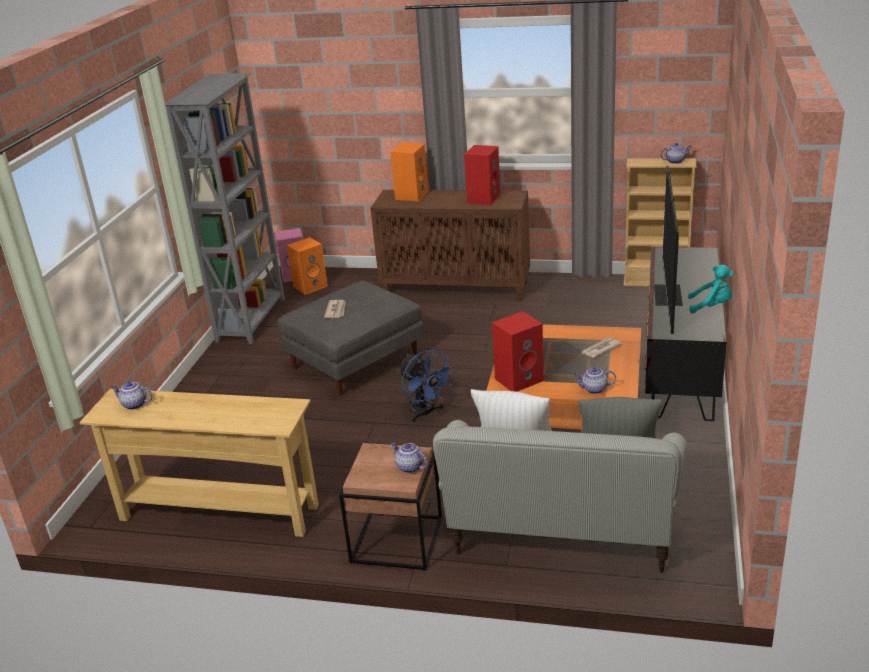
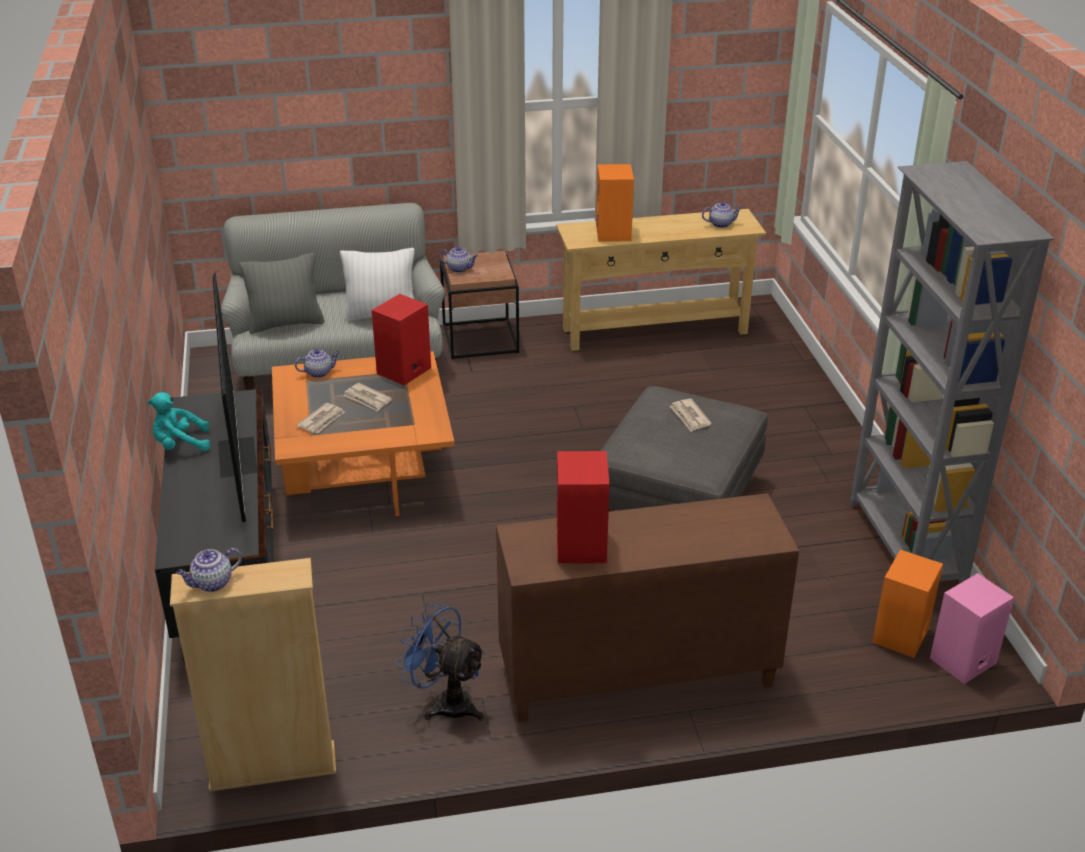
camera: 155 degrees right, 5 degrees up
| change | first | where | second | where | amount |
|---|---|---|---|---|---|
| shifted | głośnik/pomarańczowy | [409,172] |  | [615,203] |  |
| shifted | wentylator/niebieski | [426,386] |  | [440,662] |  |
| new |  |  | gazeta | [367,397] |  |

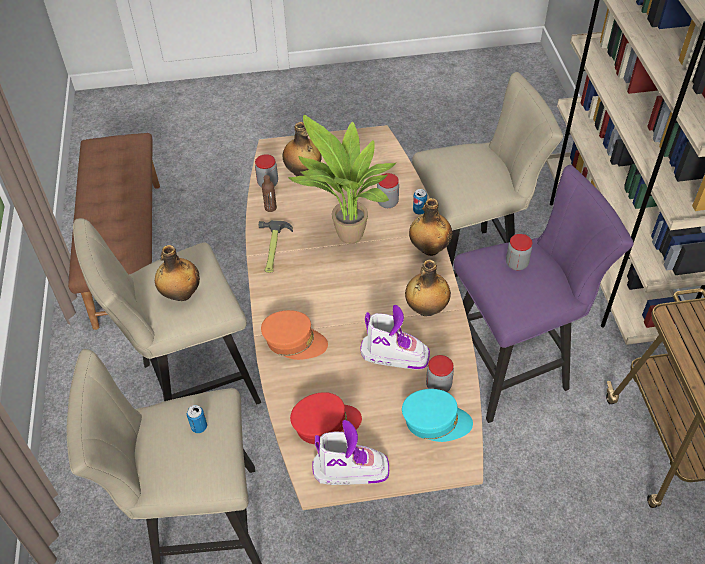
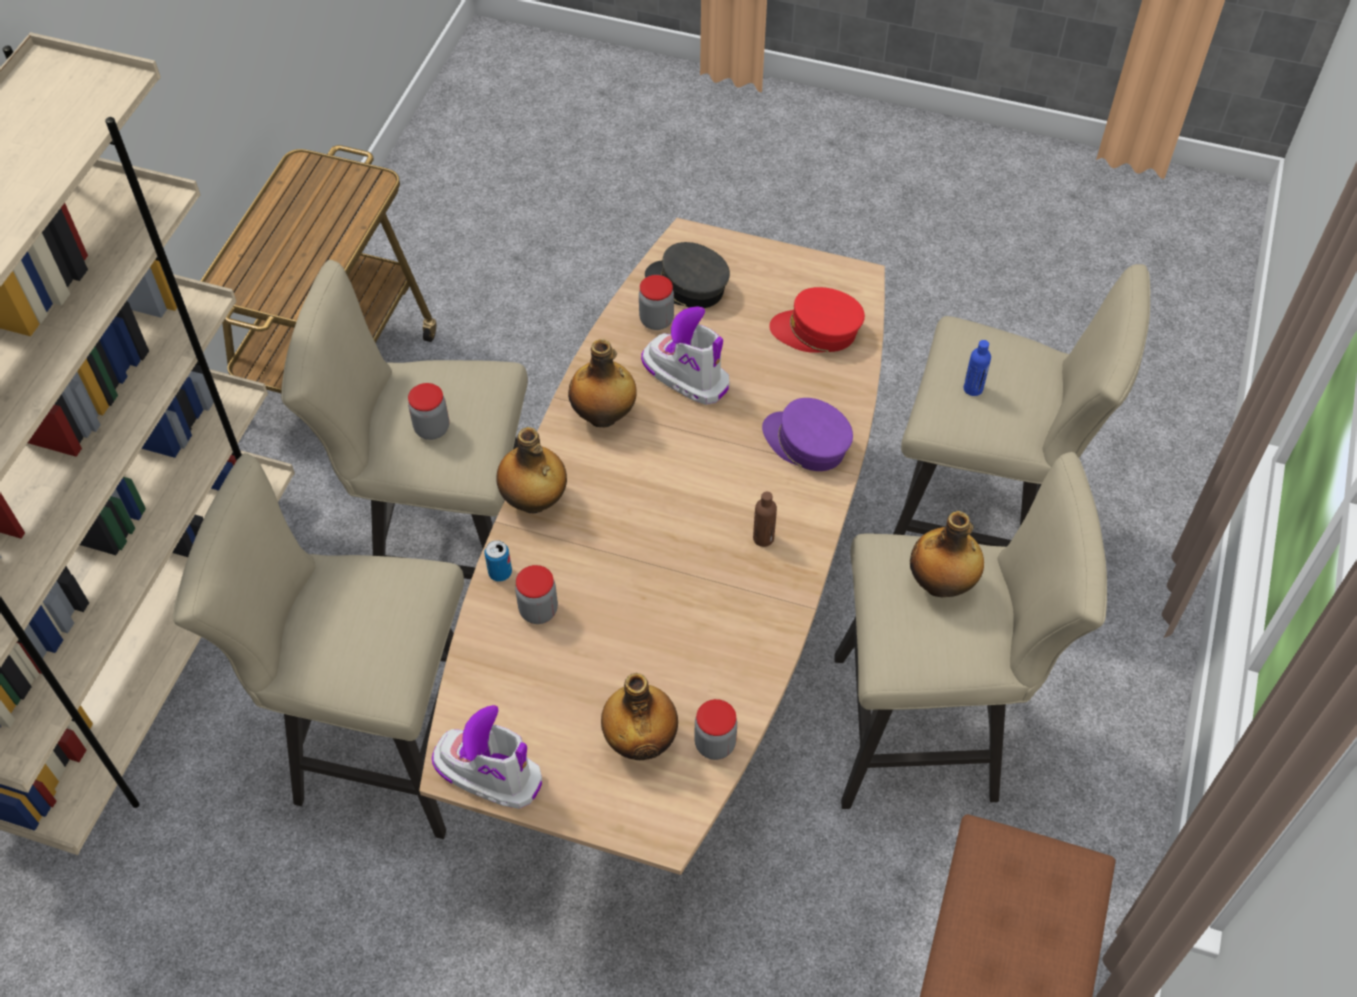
camera: 155 degrees left, 5 degrees up
| change | first | where | second | where | amount |
|---|---|---|---|---|---|
| gone | roślina doniczkowa | [342,179] |  |  |  |
| repainted | stołek/fioletowy | [544,294] | stołek/beżowy | [404,419] |  |
| shifted | butelka/brązowy | [269,193] |  | [765,519] |  |
| gone | młotek | [276,246] |  |  |  |
| repainted | czapka z daszkiem/pomarańczowy | [294,335] | czapka z daszkiem/fioletowy | [807,434] |  |
| repainted | czapka z daszkiem/turkusowy | [437,415] | czapka z daszkiem/szary | [687,275] |  |
| swapped | puszka | [197,419] | butelka/niebieski | [977,368] |  |
| shifted | but z cholewką | [350,452] |  | [487,757] |  |

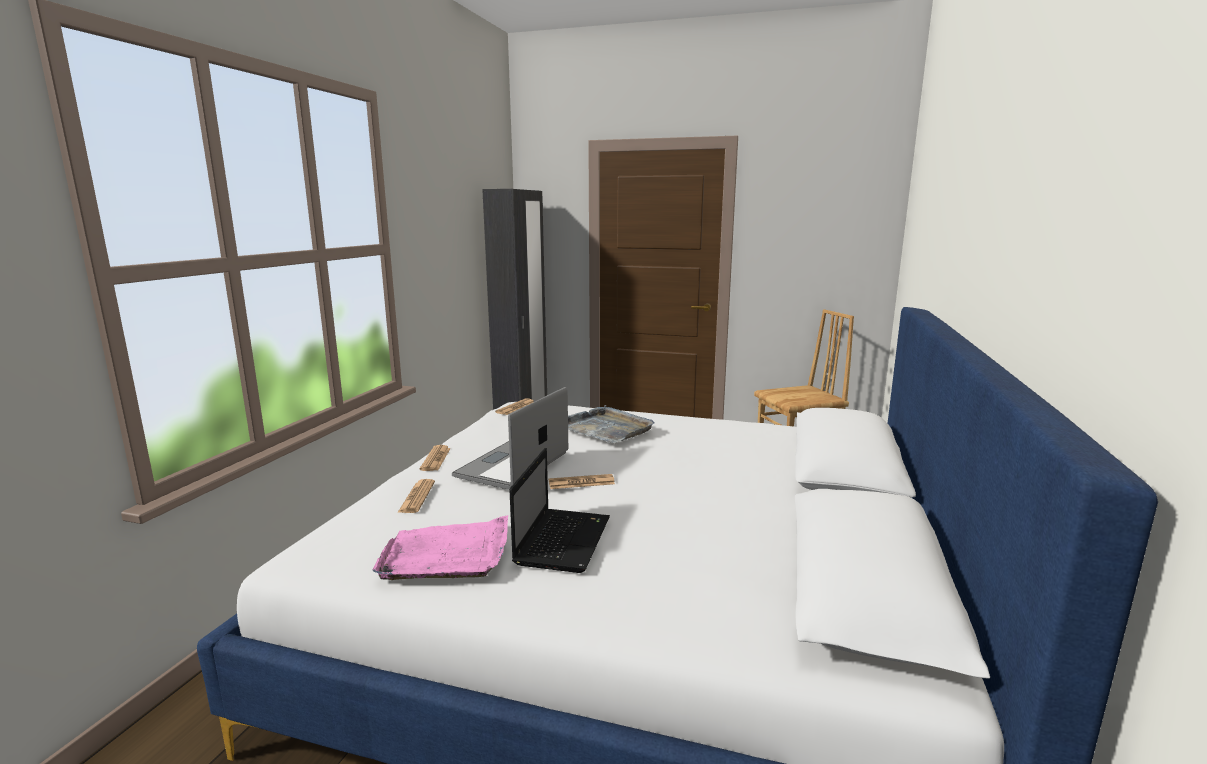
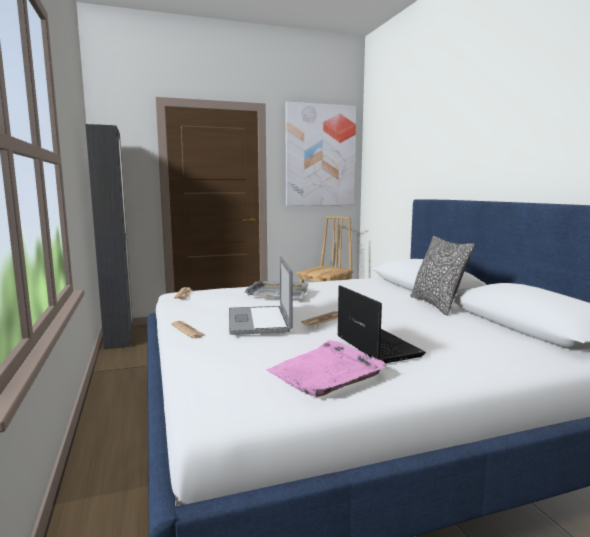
camera: 35 degrees left, 5 degrees down
| change | first | where | second | where | amount |
|---|---|---|---|---|---|
| gone | gazeta | [416,496] |  |  |  |
| new |  |  | obraz | [320,154] |  |
| new |  |  | poduszka | [442,275] |  |

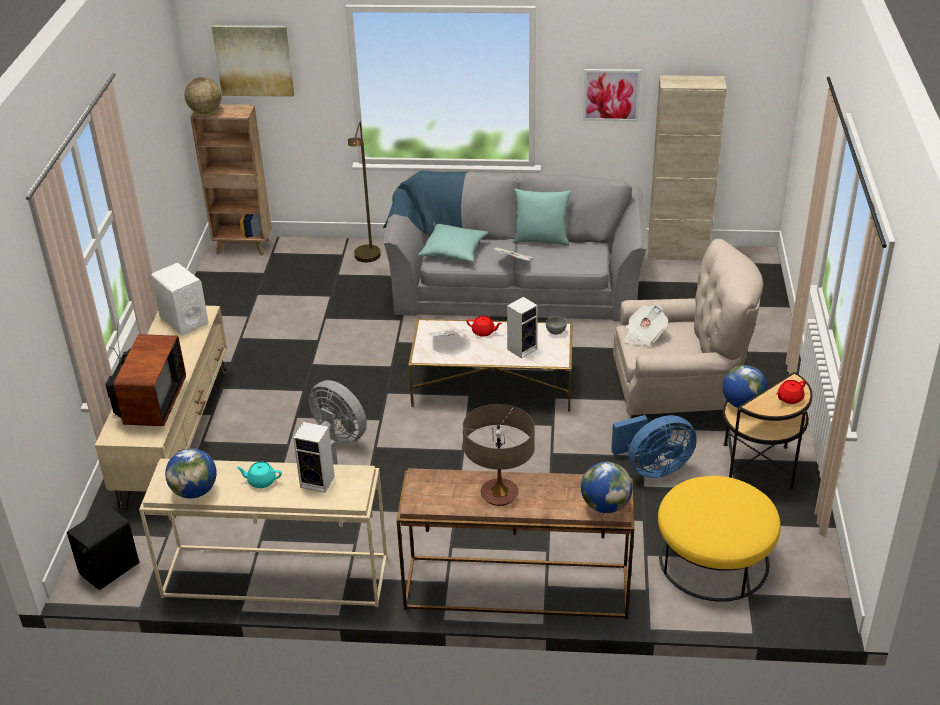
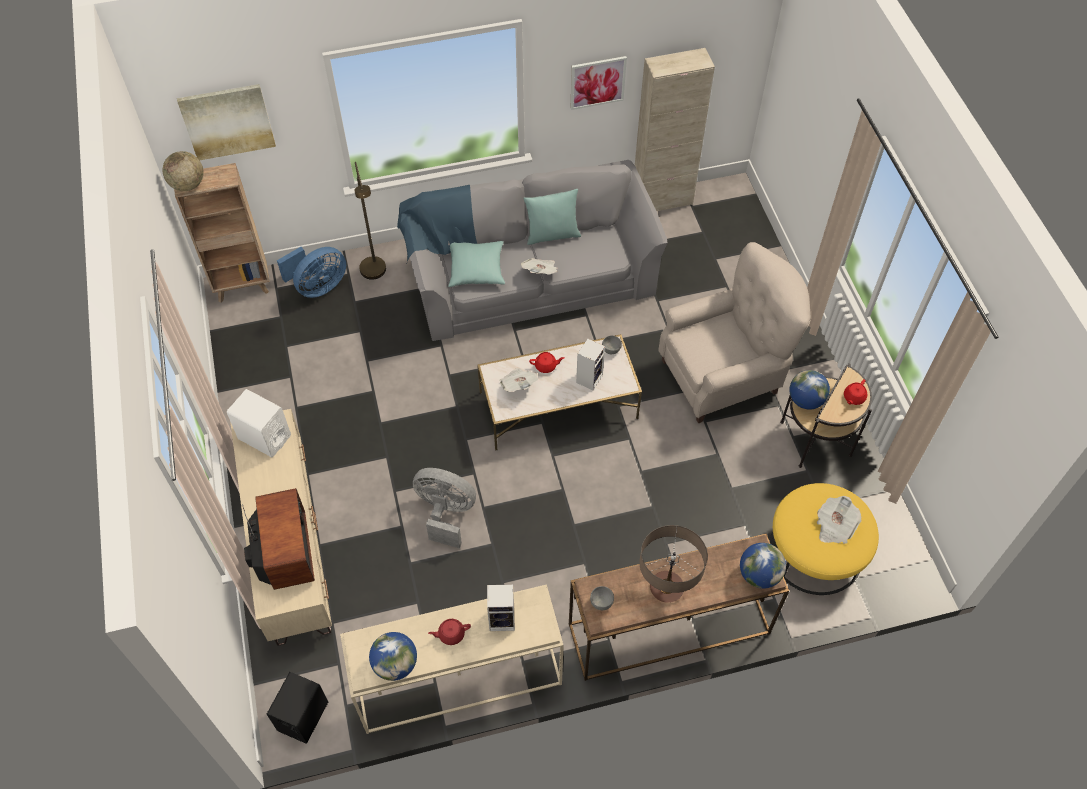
camera: 20 degrees left, 20 degrees up
| change | first | where | second | where | amount |
|---|---|---|---|---|---|
| shifted | gazeta | [646,325] |  | [839,520] |  |
| shifted | wentylator/niebieski | [654,446] |  | [311,272] |  |
| repainted | imbryk/turkusowy | [259,475] | imbryk/czerwony | [449,632] |  |
| new |  |  | miska/szary | [602,598] |  |

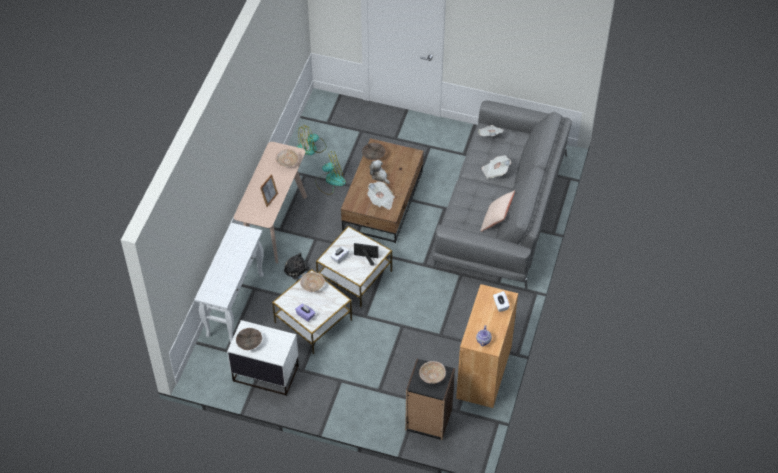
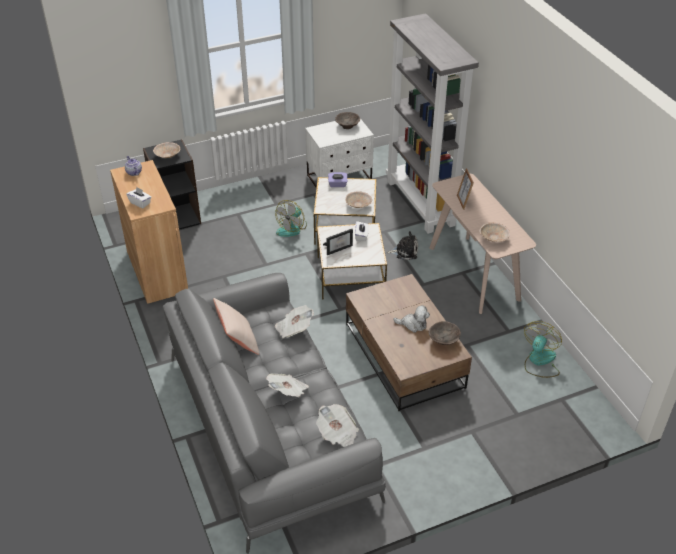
camera: 140 degrees right, 10 degrees down
| change | first | where | second | where | amount |
|---|---|---|---|---|---|
| shifted | wentylator | [330,173] |  | [291,218] |  |
| shifted | gazeta | [381,195] |  | [294,322] |  |
| swapped | stolik konsolowy/biały | [229,283] | regał/szary | [432,123] |  |

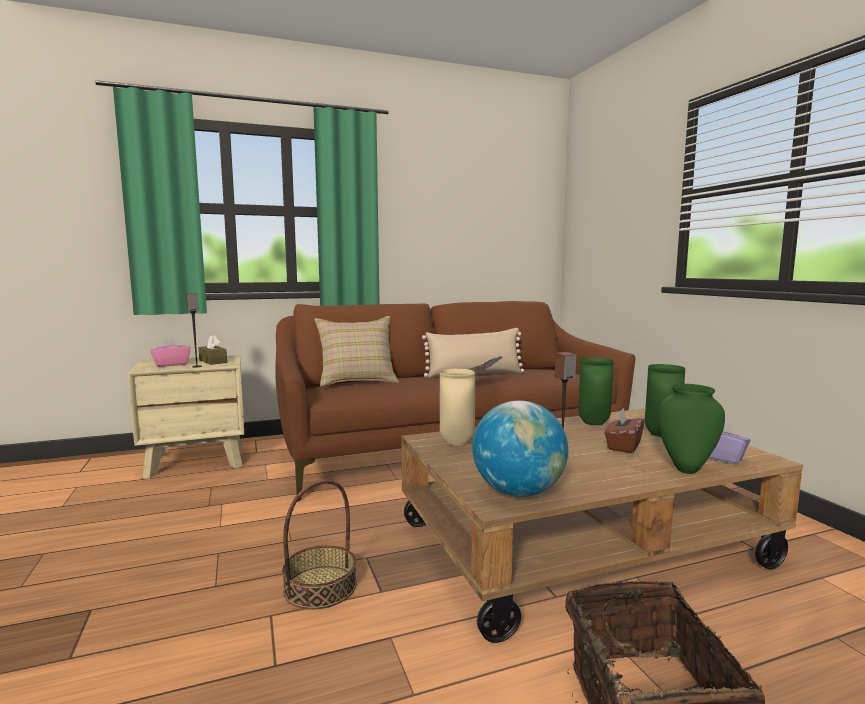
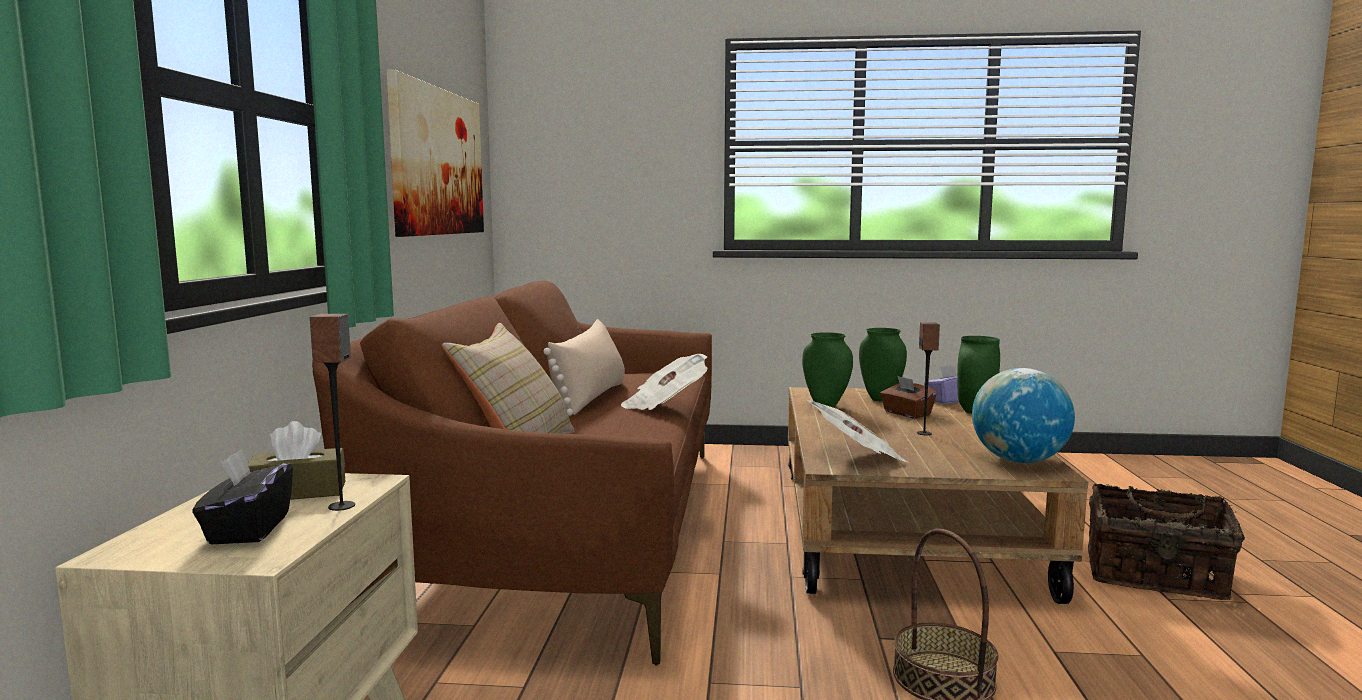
camera: 65 degrees left, 0 degrees up
| change | first | where | second | where | amount |
|---|---|---|---|---|---|
| repainted | pudełko chusteczek/różowy | [170,352] | pudełko chusteczek/czarny | [242,496] |  |
| swapped | wazon/beżowy | [458,407] | gazeta | [857,431] |  |
| new |  |  | obraz | [435,153] |  |

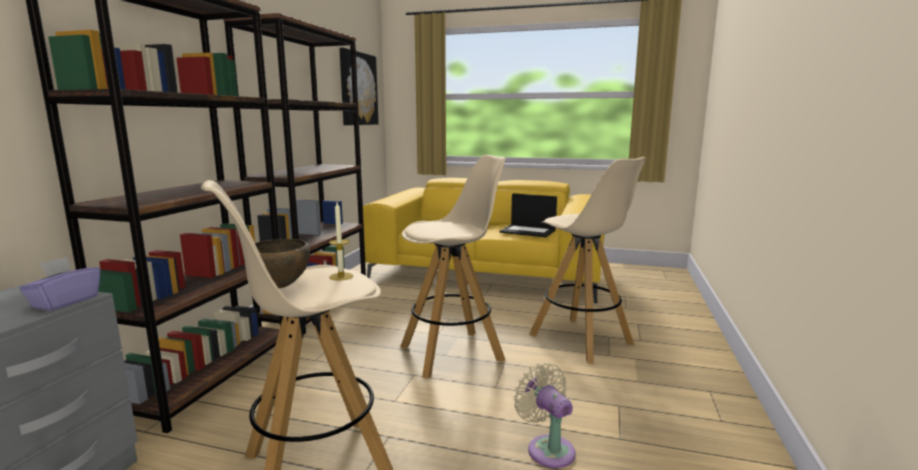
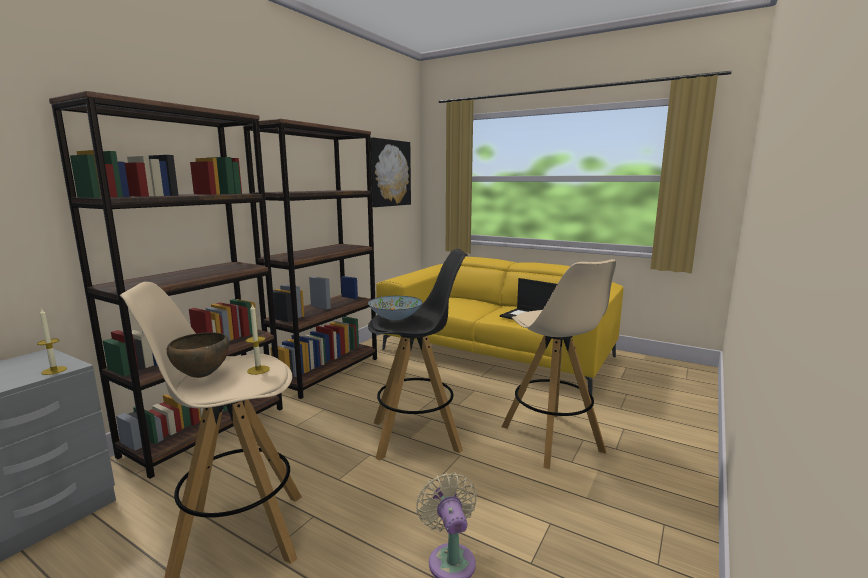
camera: 15 degrees right, 0 degrees up
| change | first | where | second | where | amount |
|---|---|---|---|---|---|
| repainted | stołek/beżowy | [453,267] | stołek/czarny | [418,354] |  |
| swapped | pudełko chusteczek/fioletowy | [59,284] | świeca | [52,341] |  |
| new |  |  | miska | [395,308] |  |

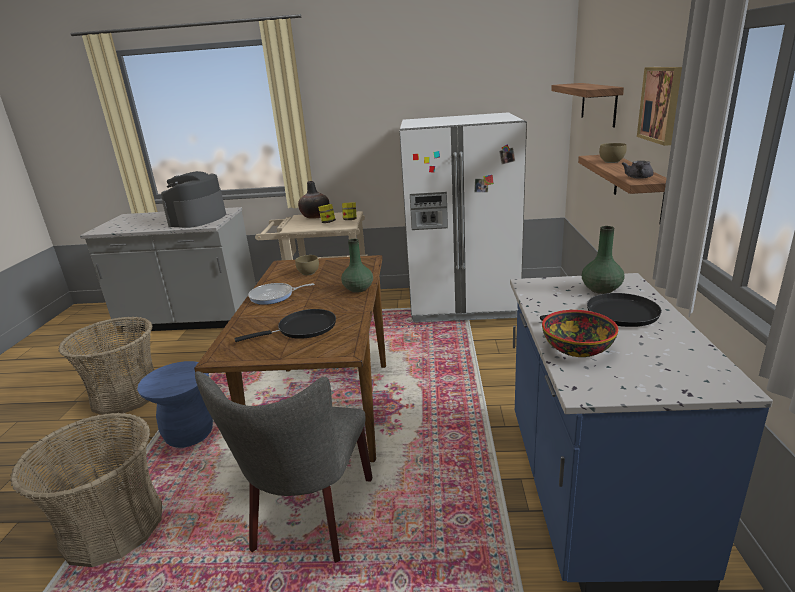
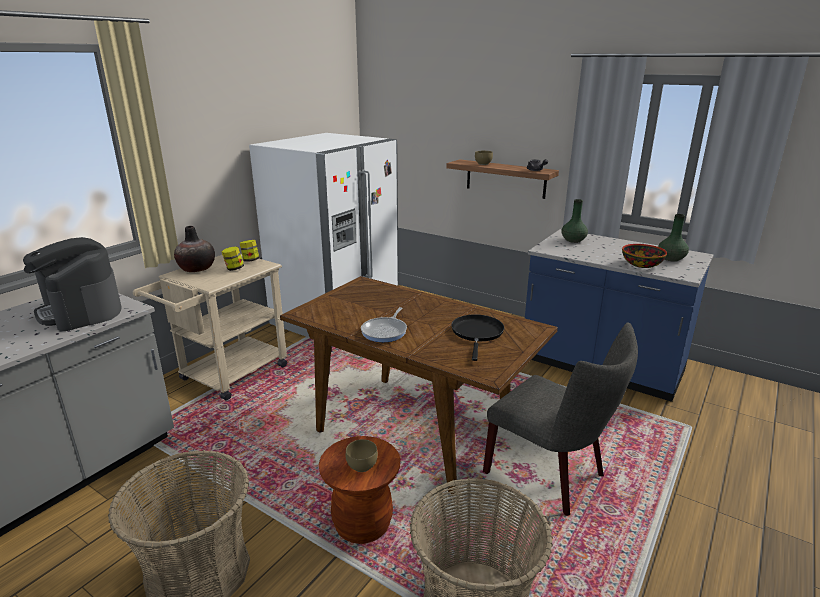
camera: 60 degrees left, 0 degrees up
| change | first | where | second | where | amount |
|---|---|---|---|---|---|
| gone | obraz | [659,106] |  |  |  |
| gone | półka | [587,105] |  |  |  |
| shifted | wazon/zielony | [357,266] |  | [673,238] |  |
| shifted | miska/brązowy | [307,265] |  | [362,455] |  |
| gone | patelnia/czarny | [601,310] |  |  |  |
| repainted | stołek/niebieski | [175,404] | stołek/brązowy | [360,490] |  |

